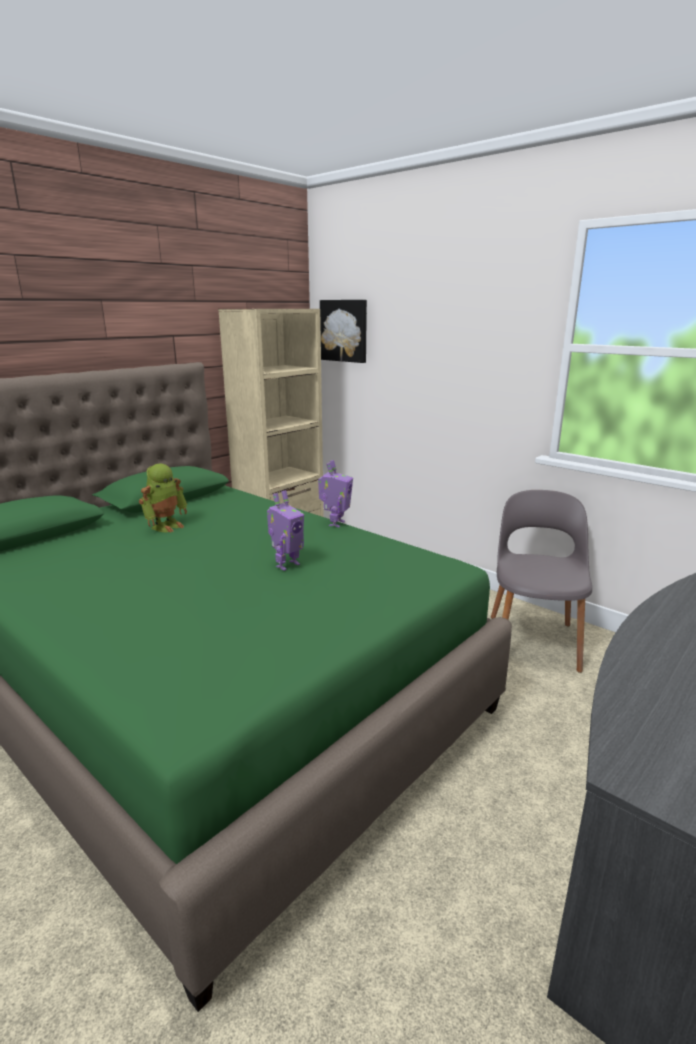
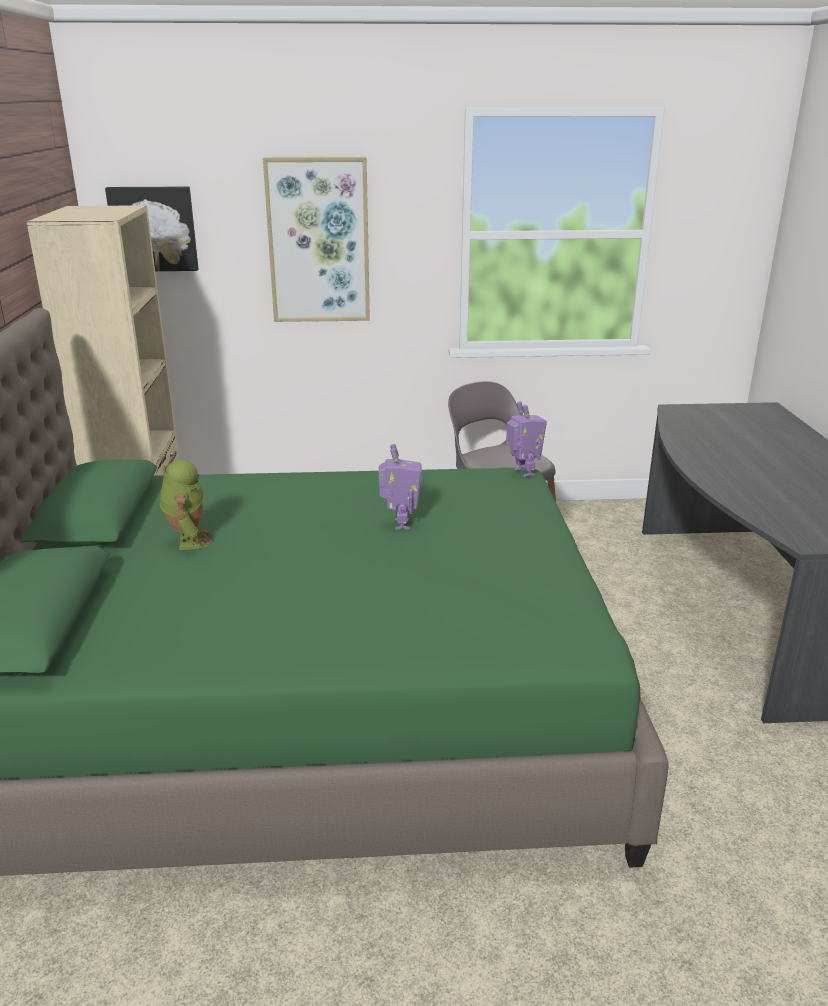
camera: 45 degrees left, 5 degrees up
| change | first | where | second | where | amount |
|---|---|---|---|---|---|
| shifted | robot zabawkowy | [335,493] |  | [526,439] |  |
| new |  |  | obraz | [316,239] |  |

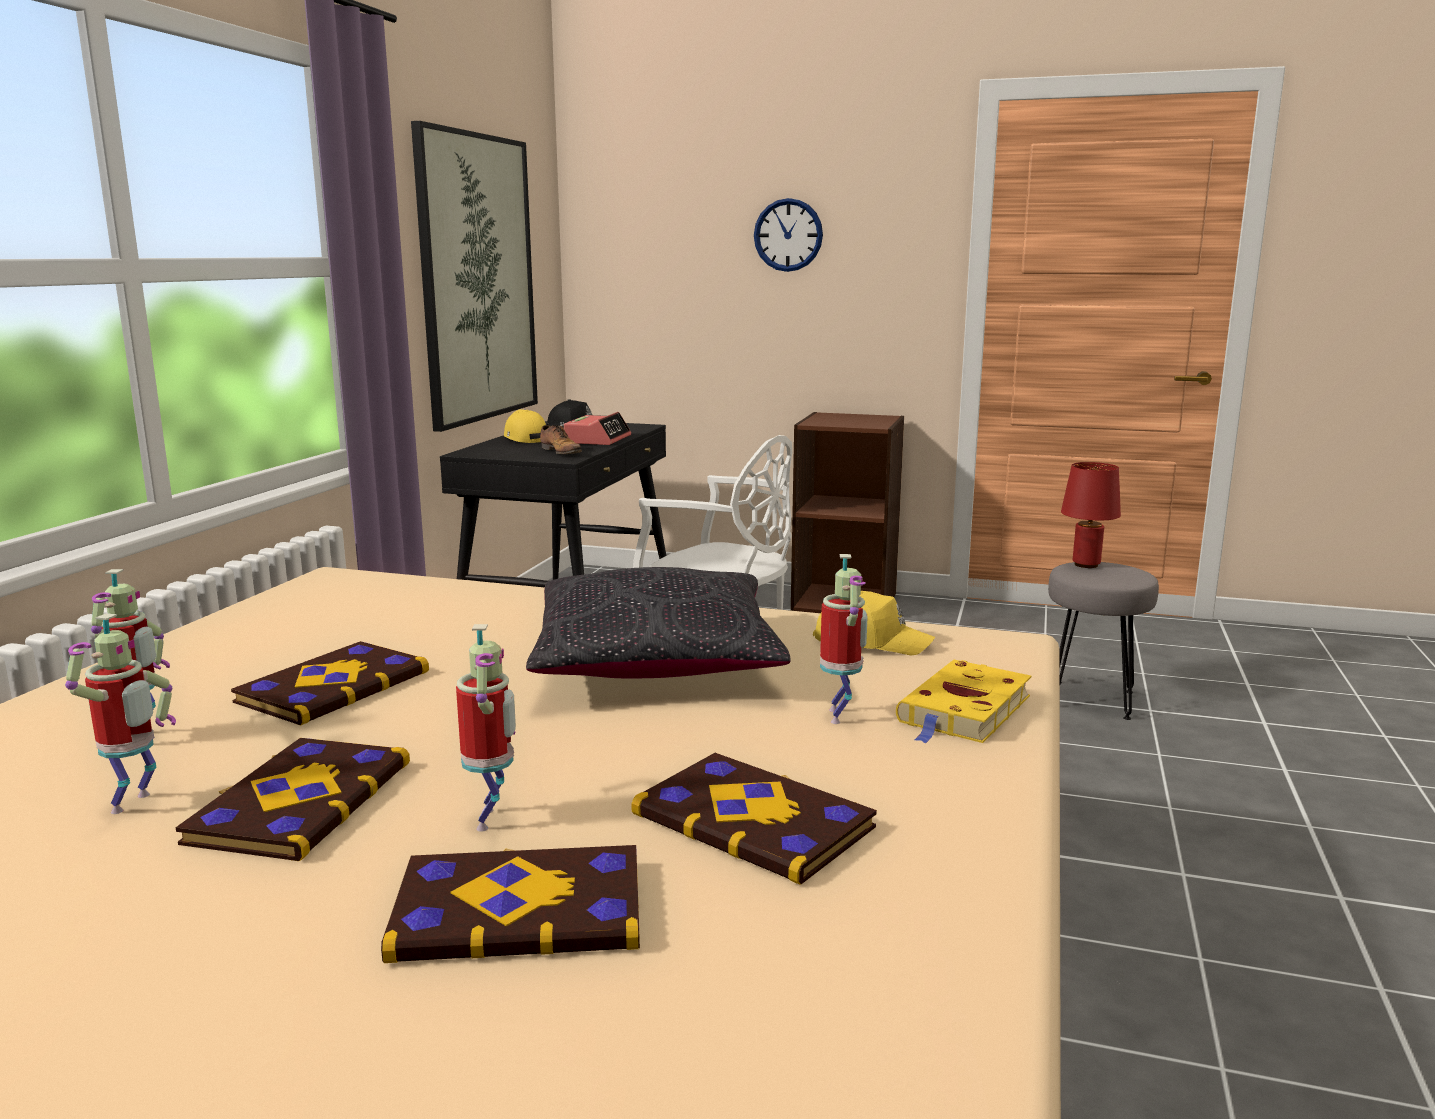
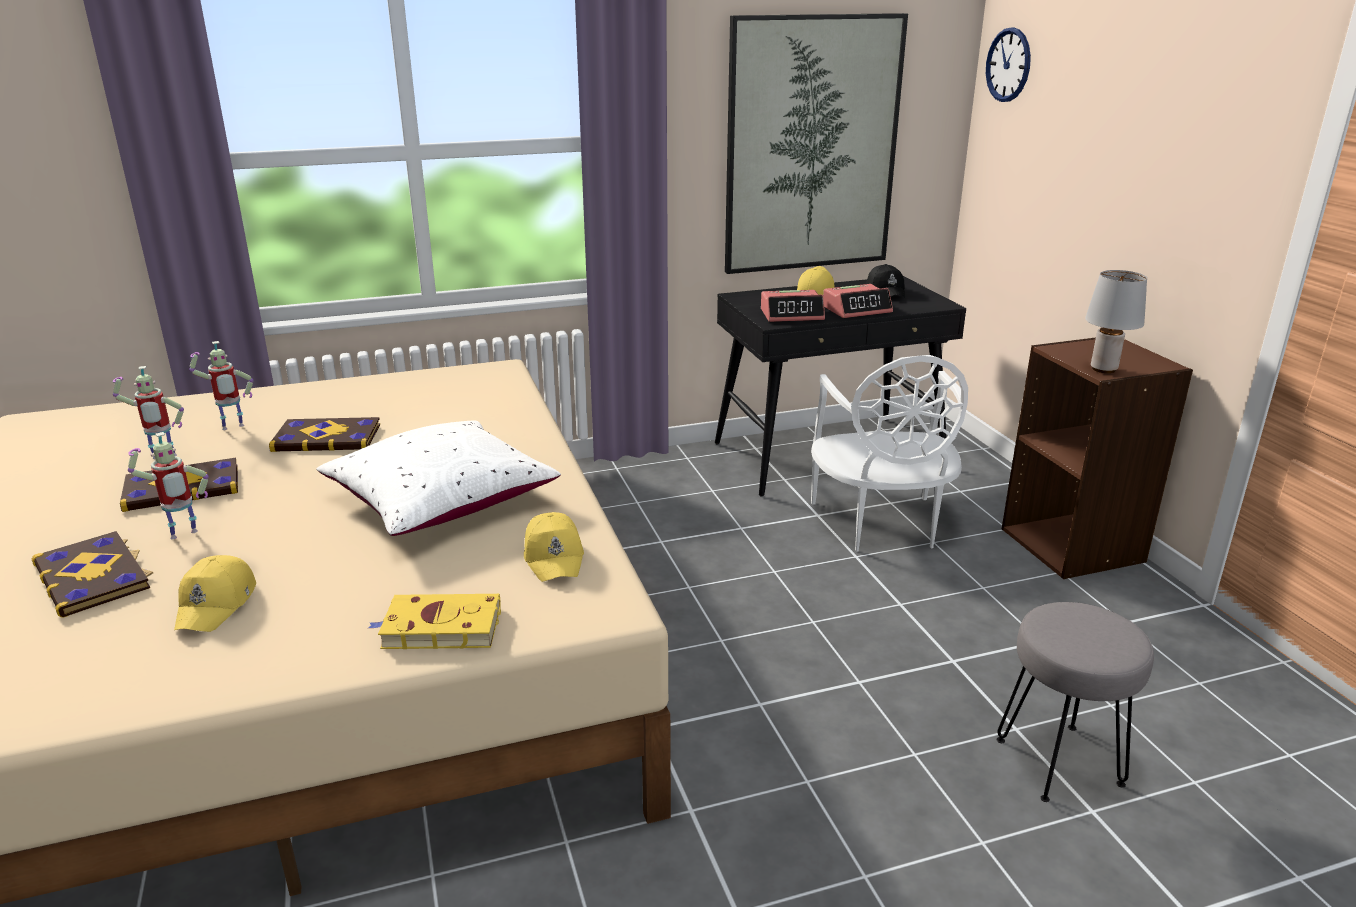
camera: 55 degrees right, 10 degrees up
| change | first | where | second | where | amount |
|---|---|---|---|---|---|
| shifted | zegar ścienny | [788,235] |  | [1008,64] |  |
| swapped | but | [561,439] | budzik | [793,306] |  |
| gone | lampa stołowa/czerwony | [1091,515] |  |  |  |
| gone | robot zabawkowy | [844,639] |  |  |  |
| repainted | poduszka/czarny | [658,622] | poduszka/biały | [438,478] |  |
| swapped | książka | [754,819] | czapka z daszkiem/żółty | [215,593] |  |
| new |  |  | lampa stołowa/szary | [1116,321] |  |

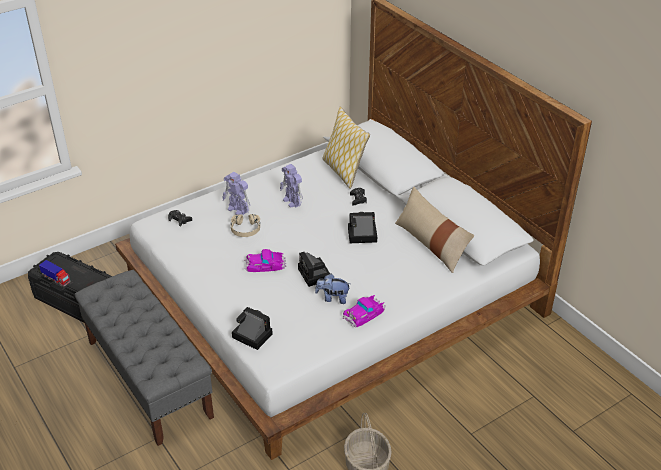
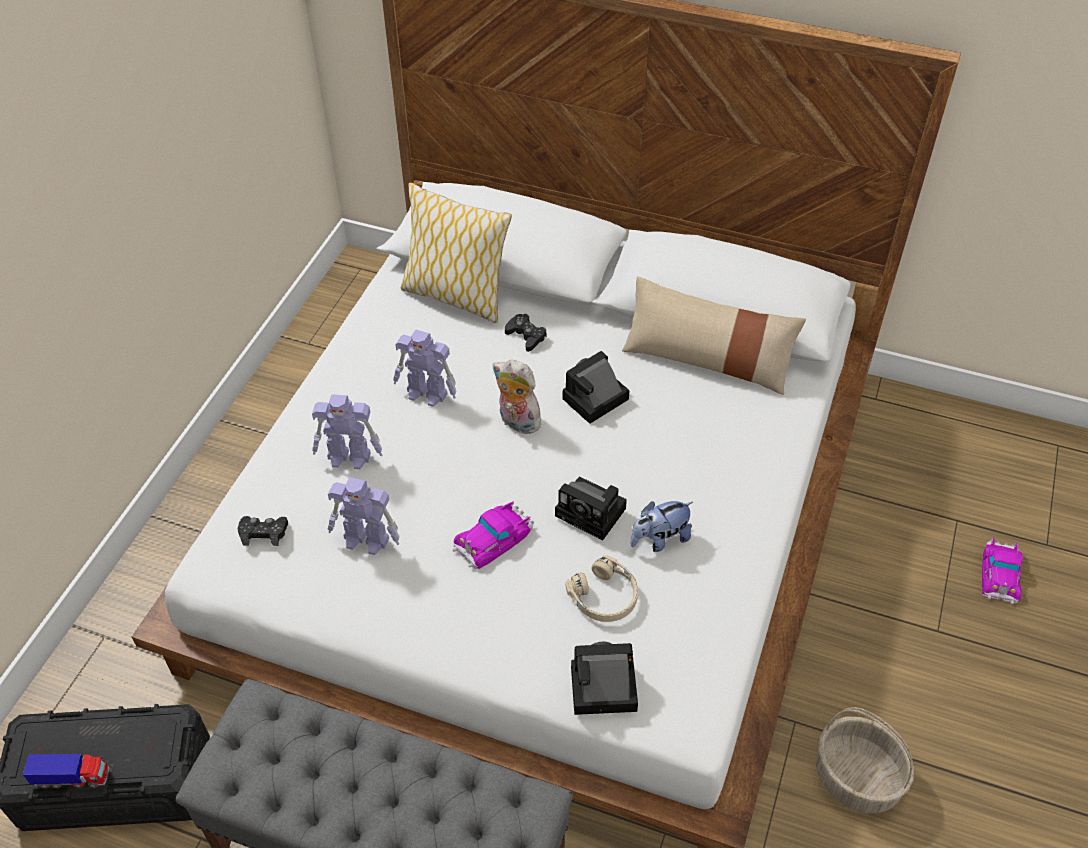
camera: 35 degrees left, 10 degrees up
| change | first | where | second | where | amount |
|---|---|---|---|---|---|
| shifted | słuchawki/beżowy | [245,225] |  | [602,588] |  |
| shifted | samochodzik | [364,311] |  | [1002,570] |  |
| new |  |  | pluszak | [519,397] |  |
| new |  |  | robot zabawkowy | [364,516] |  |

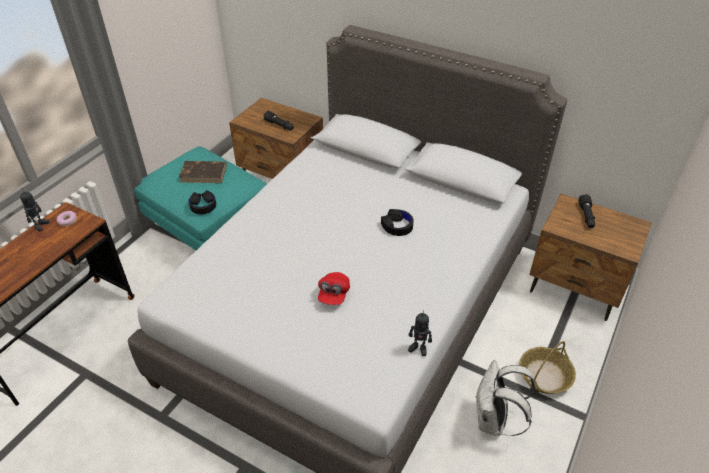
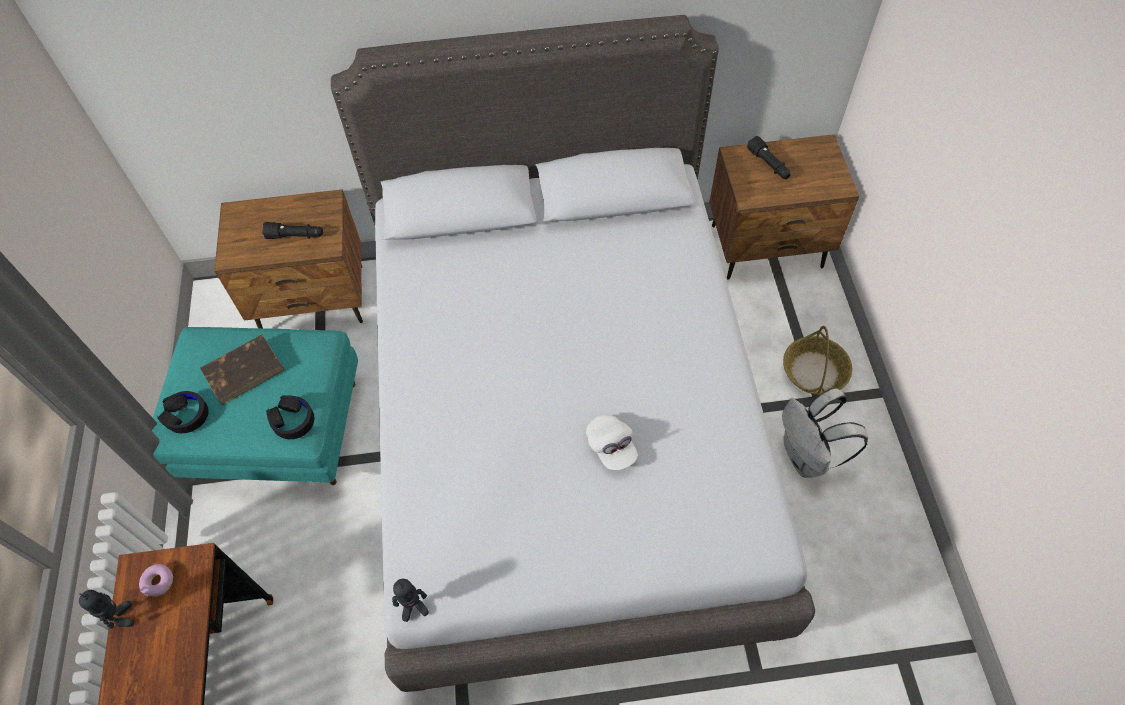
camera: 35 degrees left, 15 degrees up
| change | first | where | second | where | amount |
|---|---|---|---|---|---|
| shifted | słuchawki/czarny | [397,222] |  | [183,412] |  |
| repainted | czapka z daszkiem/czerwony | [334,288] | czapka z daszkiem/biały | [612,442] |  |
| shifted | robot zabawkowy | [420,333] |  | [410,600] |  |

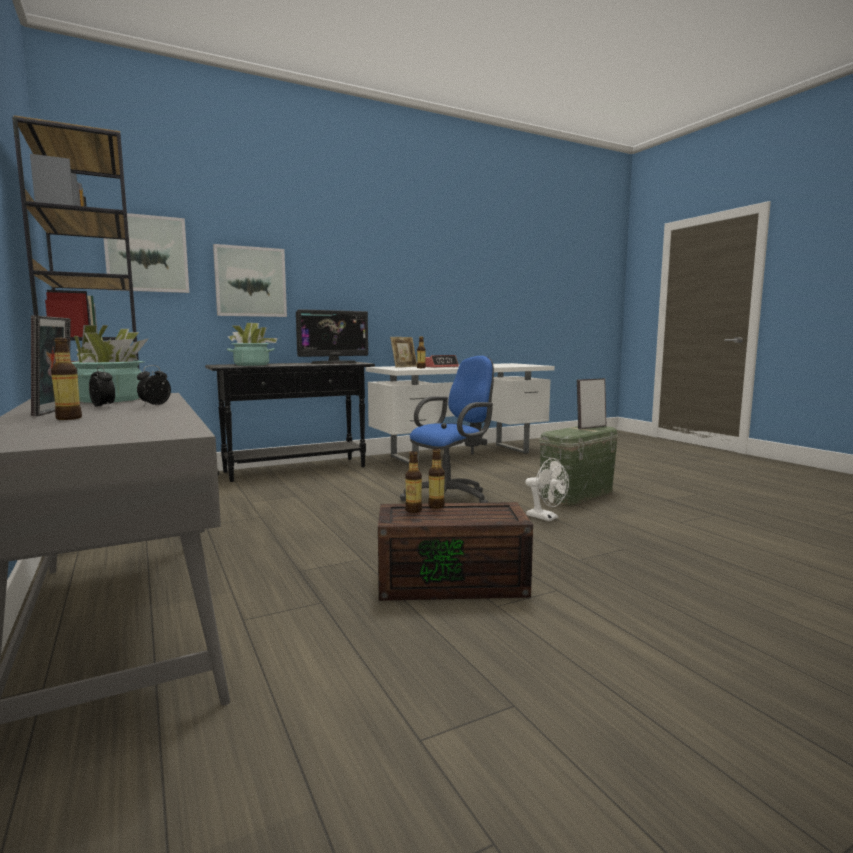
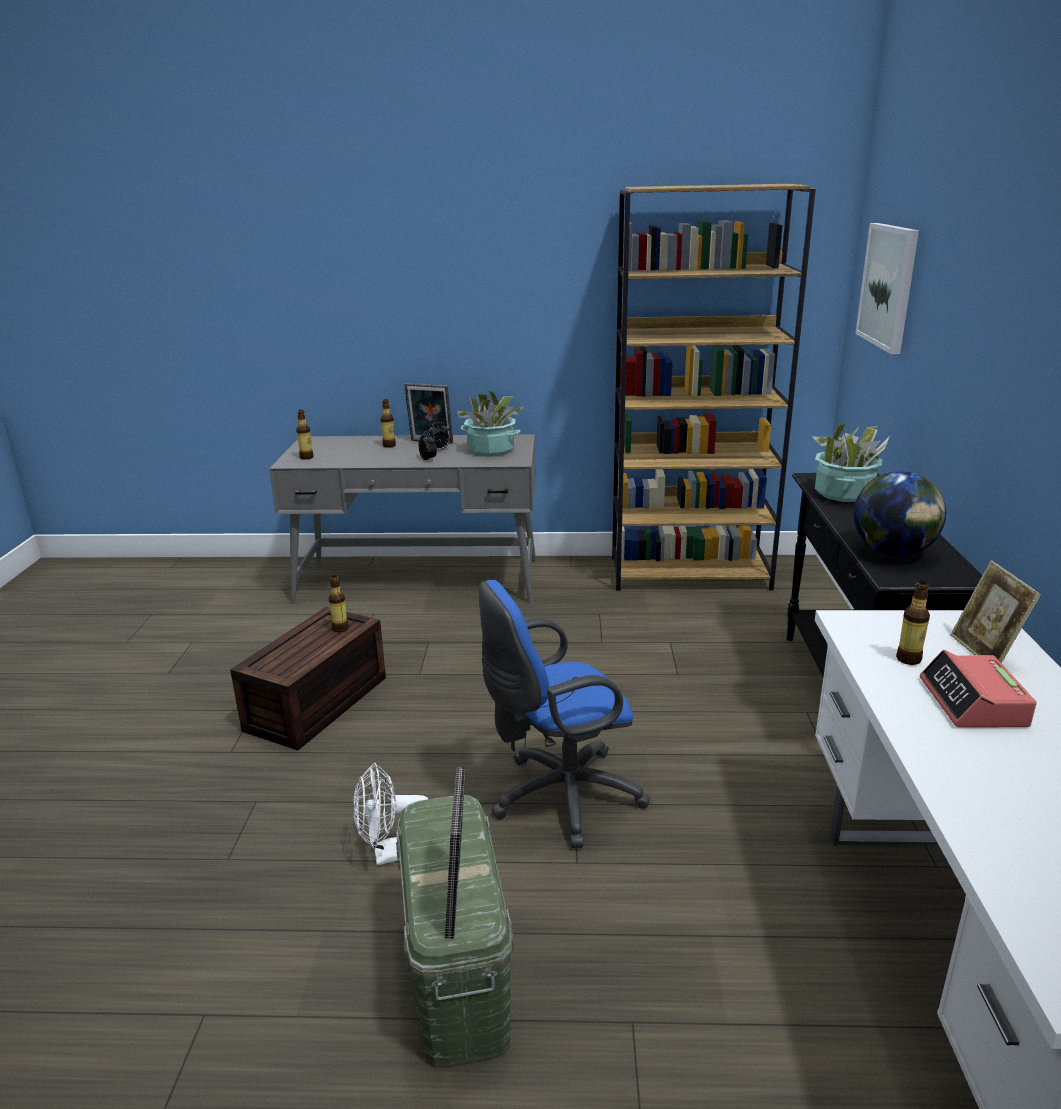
camera: 120 degrees right, 15 degrees up
| change | first | where | second | where | amount |
|---|---|---|---|---|---|
| gone | obraz | [250,280] |  |  |  |
| swapped | monitor | [332,336] | globus | [900,513] |  |
| rotated | krzesło biurowe/niebieski | [447,429] |  | [564,714] | 75 degrees clockwise |
| shifted | butelka | [436,478] |  | [304,435] |  |

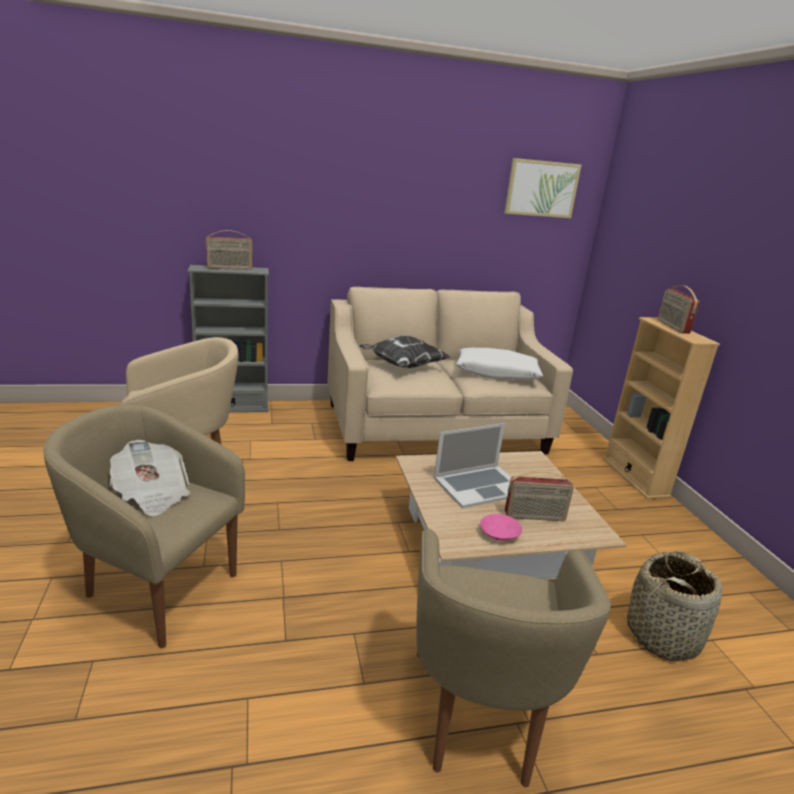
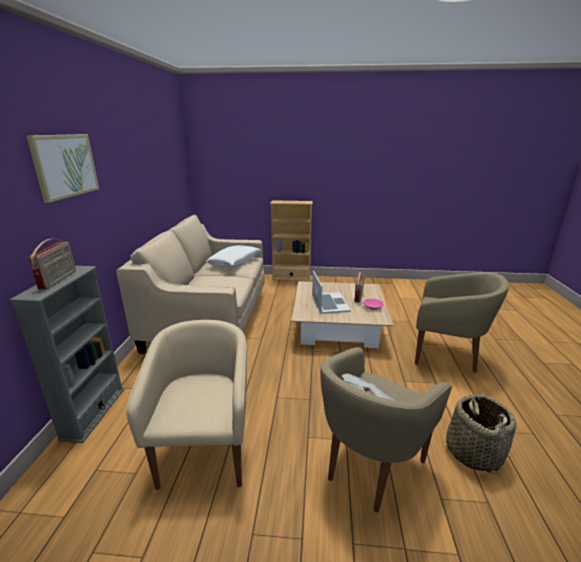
camera: 70 degrees left, 0 degrees up
| change | first | where | second | where | amount |
|---|---|---|---|---|---|
| shifted | obraz | [542,188] |  | [62,168] |  |
| gone | radio | [678,309] |  |  |  |
| gone | poduszka | [404,352] |  |  |  |
| shifted | koszyk | [674,606] |  | [481,434] |  |

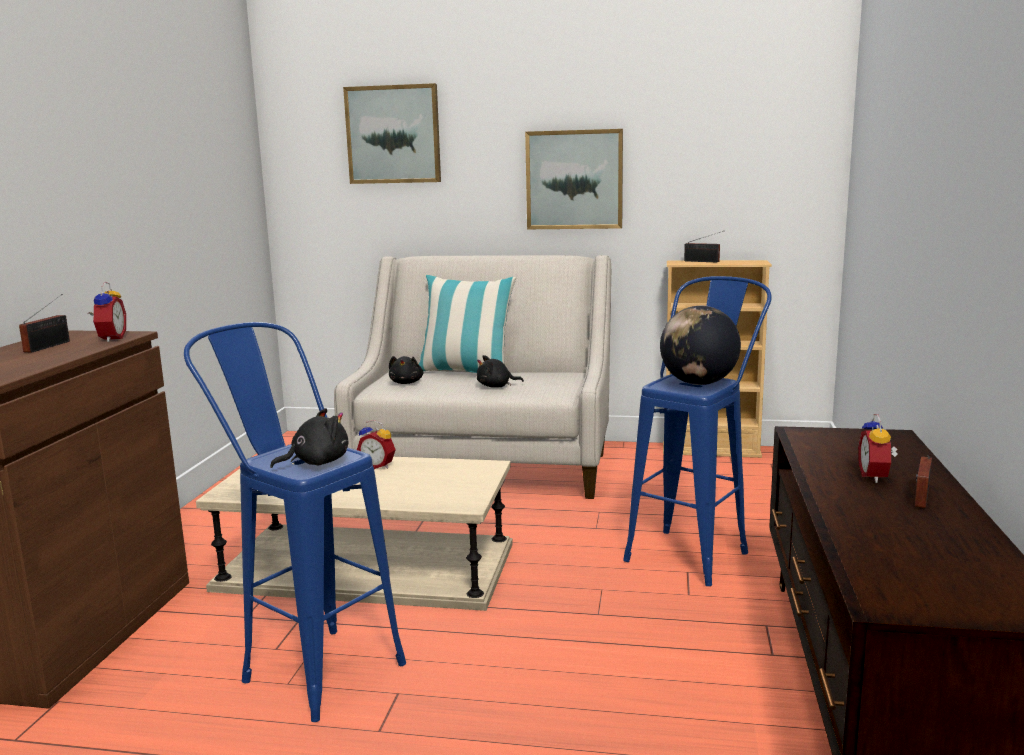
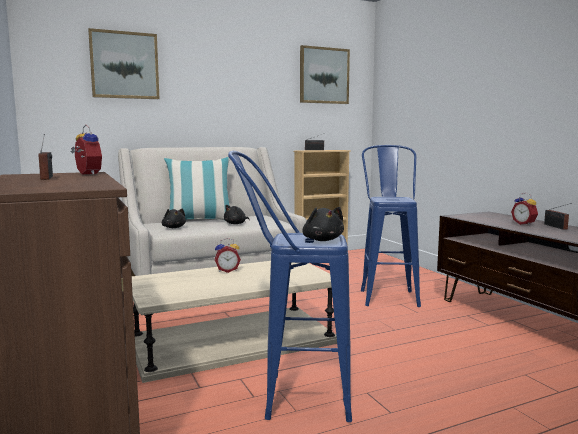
camera: 35 degrees left, 5 degrees down
| change | first | where | second | where | amount |
|---|---|---|---|---|---|
| shifted | obraz | [574,179] |  | [325,74] |  |
| gone | globus | [700,345] |  |  |  |
| rotated | pluszak/czarny | [309,438] |  | [323,224] | 135 degrees clockwise |

